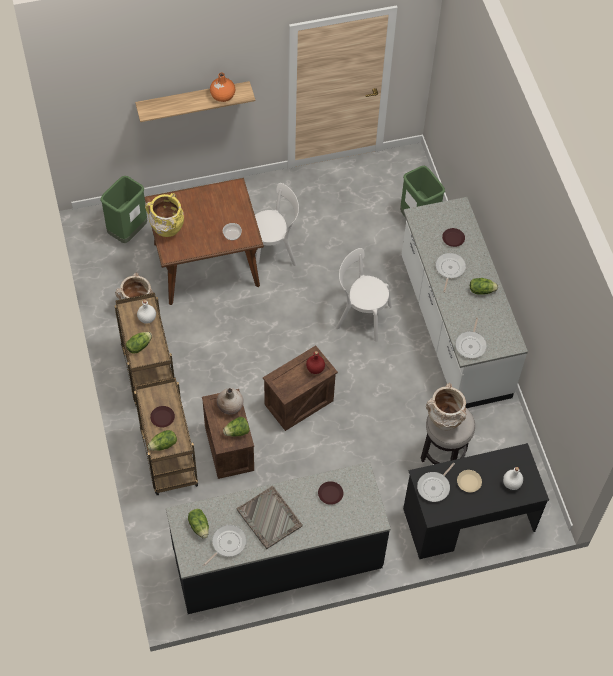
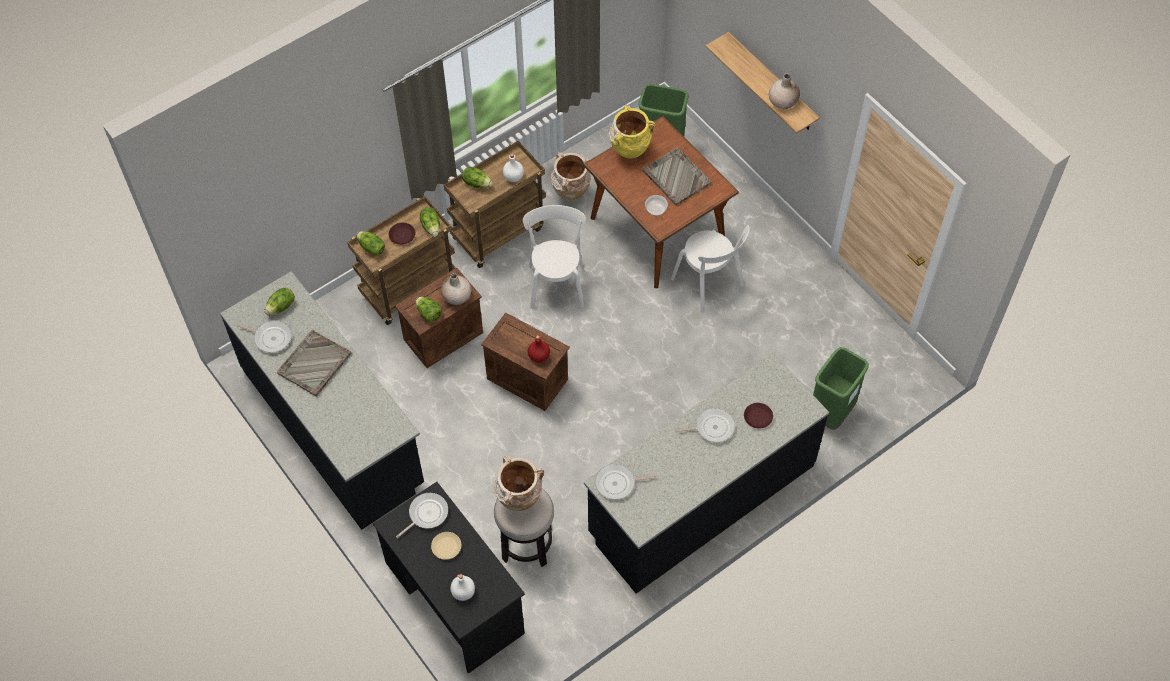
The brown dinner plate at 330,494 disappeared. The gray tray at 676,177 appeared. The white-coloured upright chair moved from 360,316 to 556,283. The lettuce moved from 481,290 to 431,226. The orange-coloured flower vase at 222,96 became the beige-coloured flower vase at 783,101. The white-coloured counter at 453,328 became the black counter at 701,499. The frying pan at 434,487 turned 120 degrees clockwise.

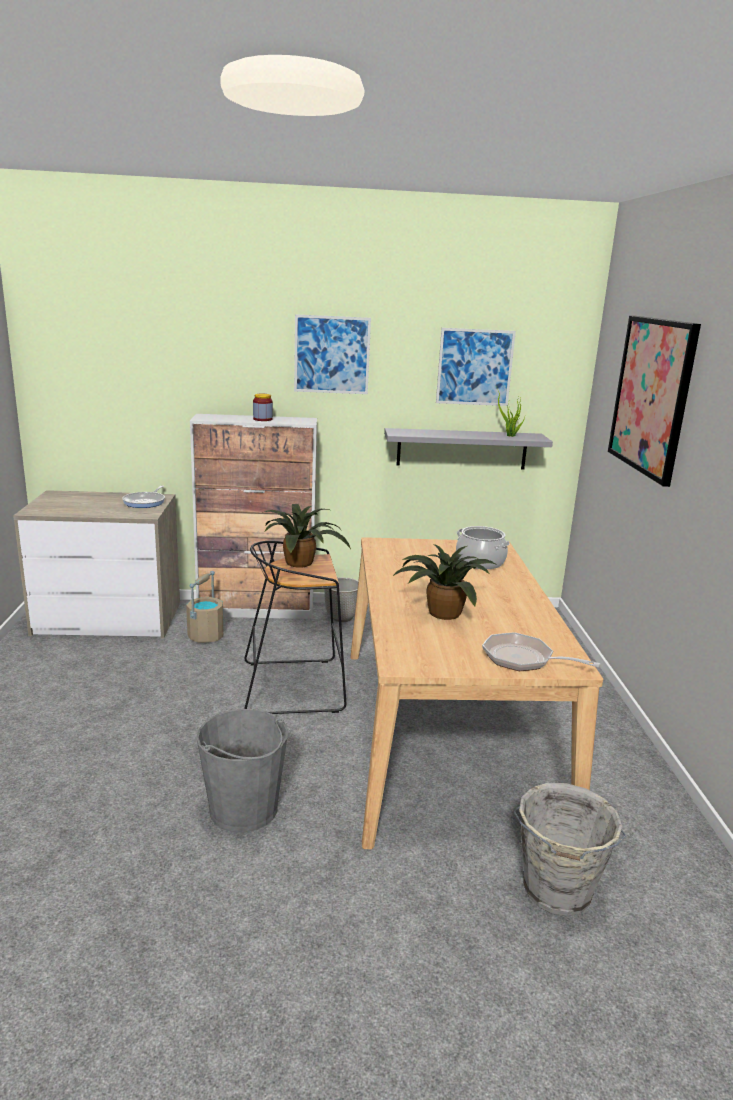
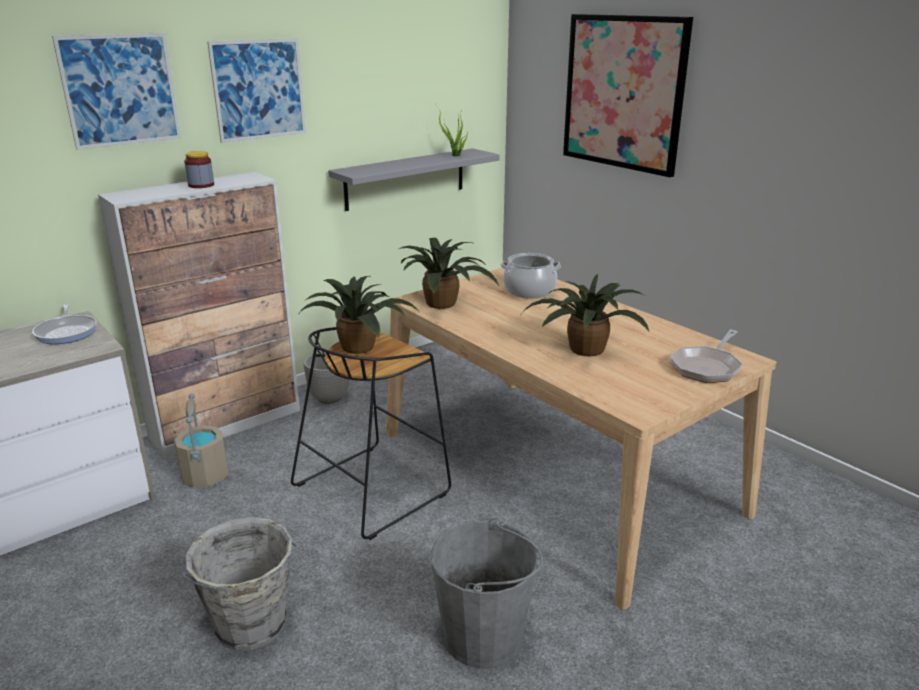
The potted plant at 444,303 appeared. The wall picture moved from 475,367 to 120,90. The gray water bucket moved from 556,892 to 251,626. The frying pan at 523,659 turned 45 degrees counterclockwise.

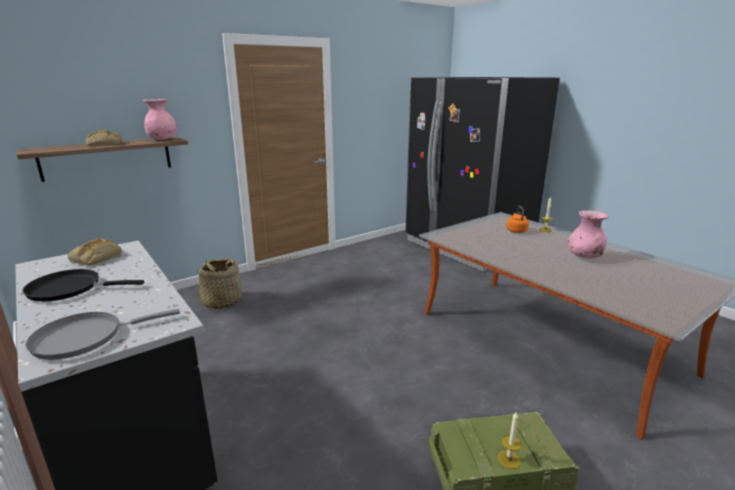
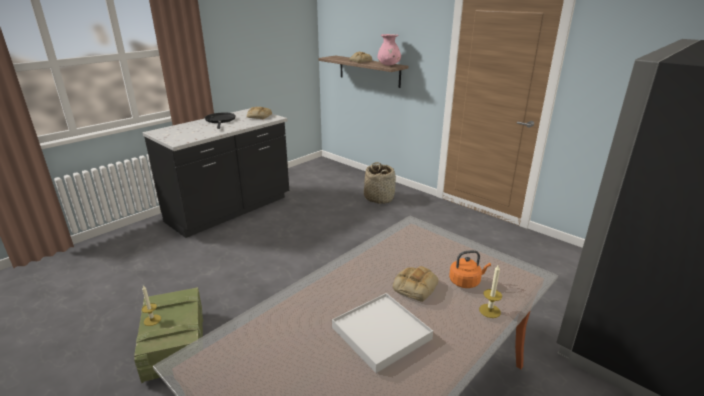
The gray frying pan at 84,338 disappeared. The baked bread at 414,286 appeared. The pinkish flower vase at 584,257 was replaced by the white-coloured tray at 381,333.

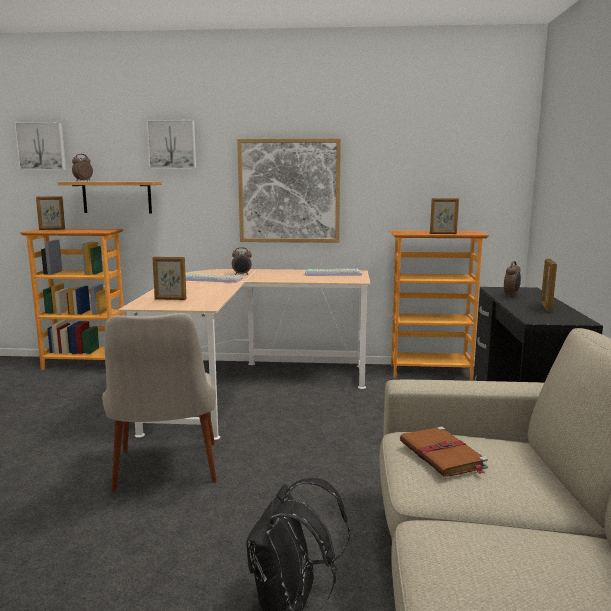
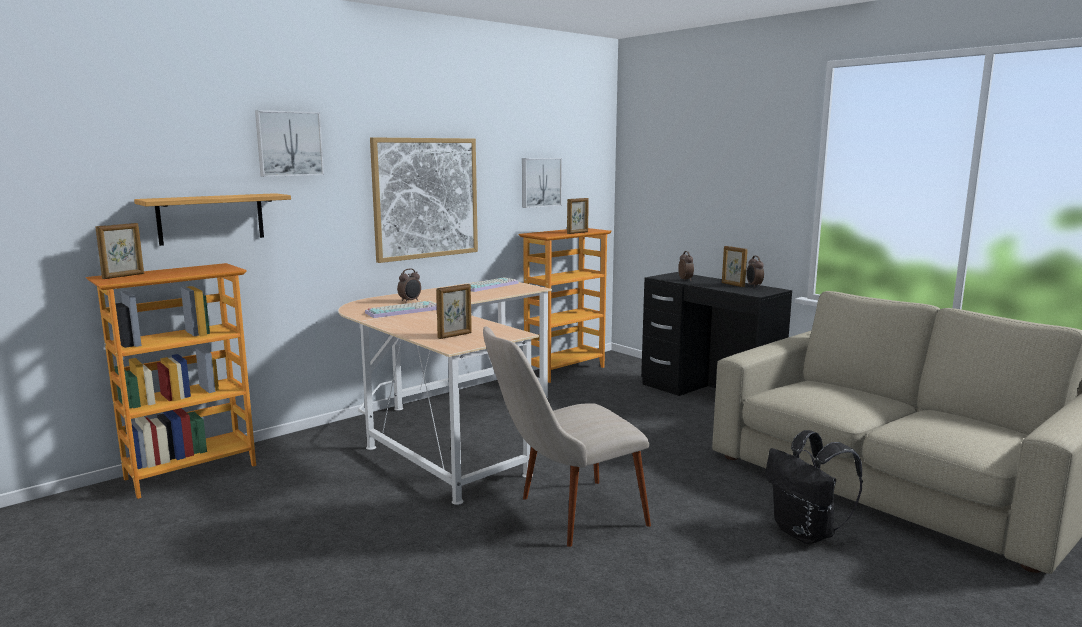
The brown bound book at 443,455 disappeared. The wall picture moved from 41,146 to 540,182. The table clock moved from 83,181 to 753,286. The beige-coloured upright chair at 166,476 turned 120 degrees clockwise.

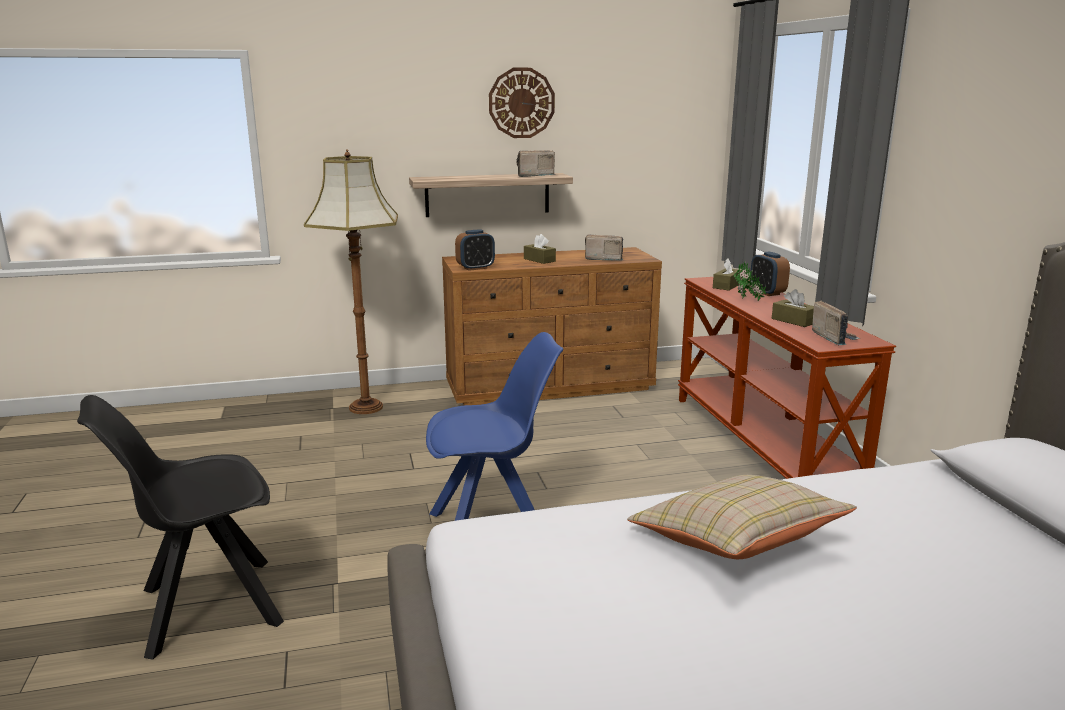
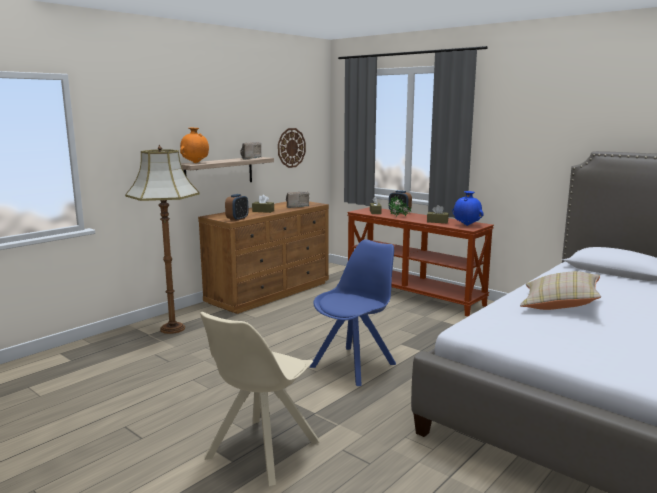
The orange-coloured flower vase at 195,163 appeared. The hanging clock moved from 521,103 to 291,147. The radio at 833,337 was replaced by the blue flower vase at 467,225. The black upright chair at 206,608 became the beige-coloured upright chair at 260,451.

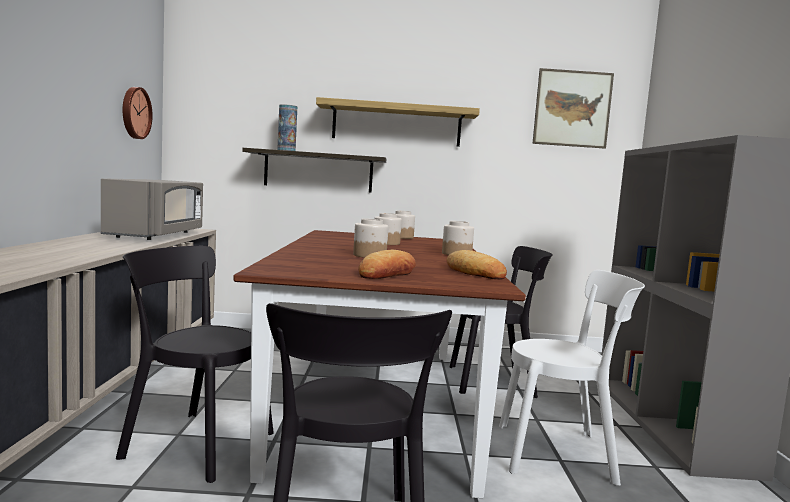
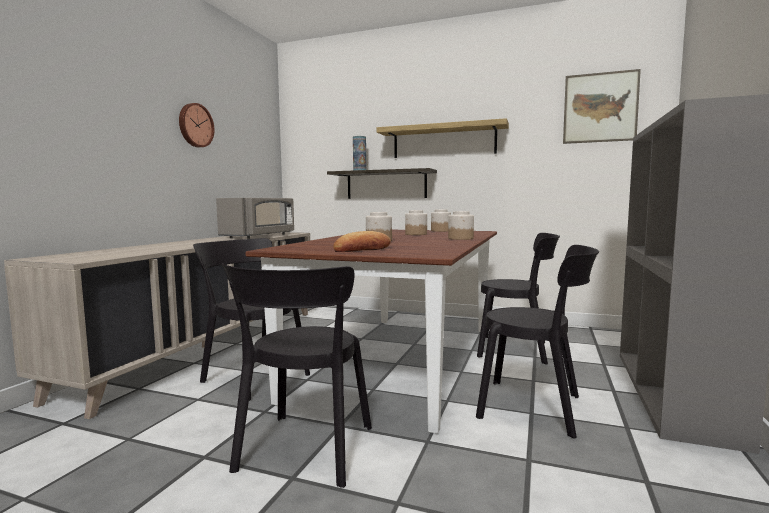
The baked bread at 474,272 disappeared. The hanging clock moved from 134,113 to 195,125. The white-coloured upright chair at 561,453 became the black upright chair at 536,408.

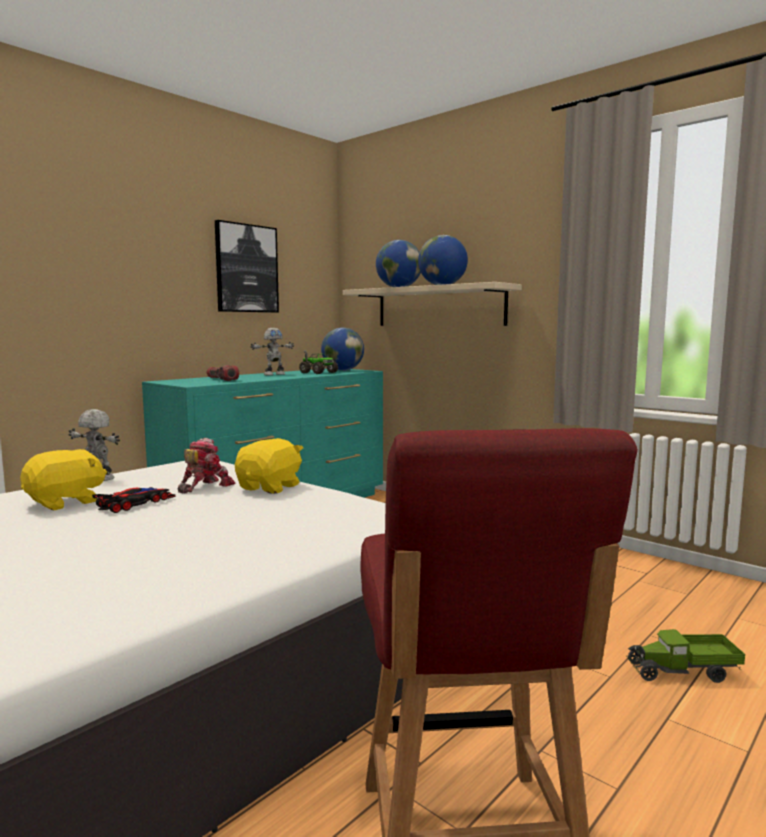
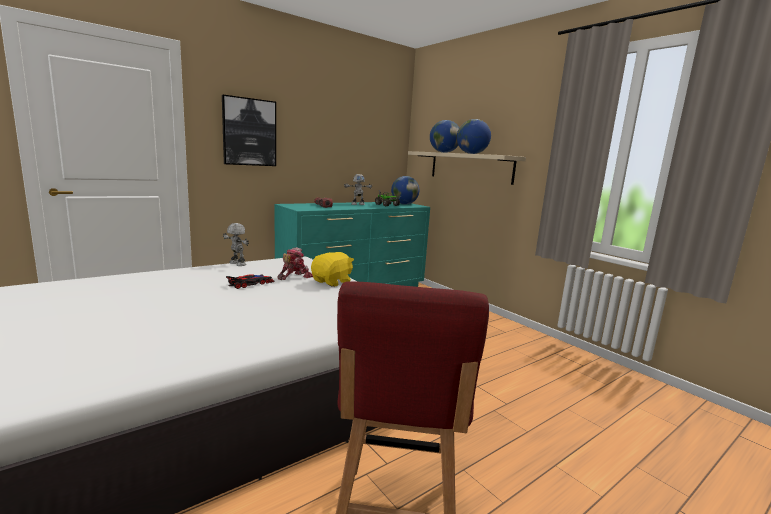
The yellow-coloured soft toy at 65,502 disappeared. The toy truck at 683,671 disappeared. The wall picture moved from 246,268 to 249,132.

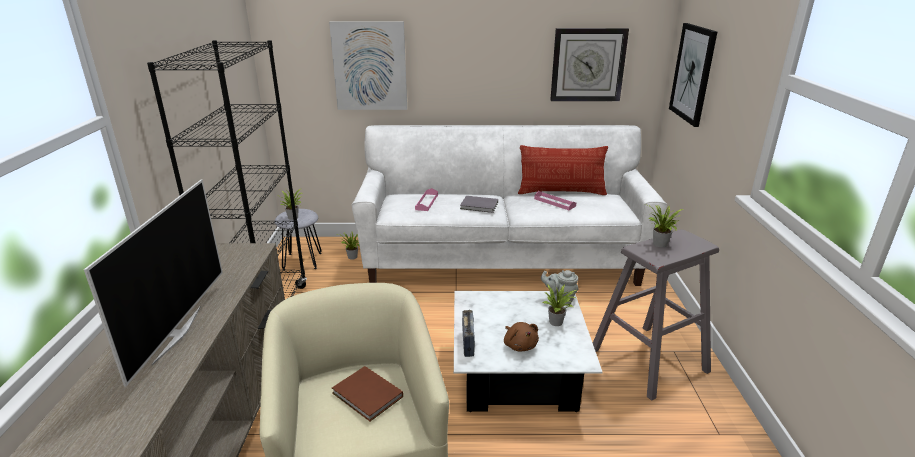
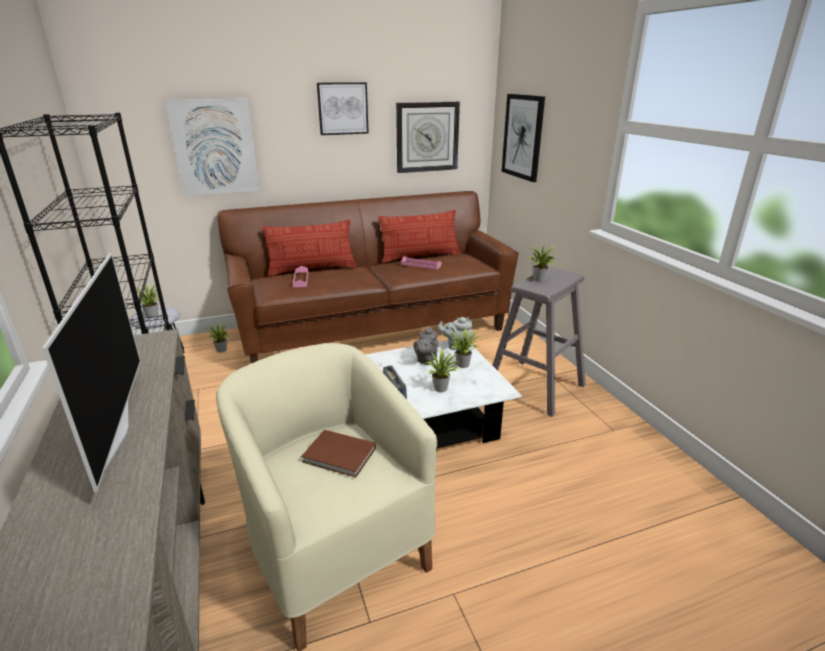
The gray bound book at 480,206 disappeared. The cushion at 312,269 appeared. The wall picture at 342,108 appeared. The gray pot for tea at 426,360 appeared. The brown soft toy at 519,345 was replaced by the potted plant at 442,389. The white-coloured couch at 501,261 became the brown couch at 373,330.

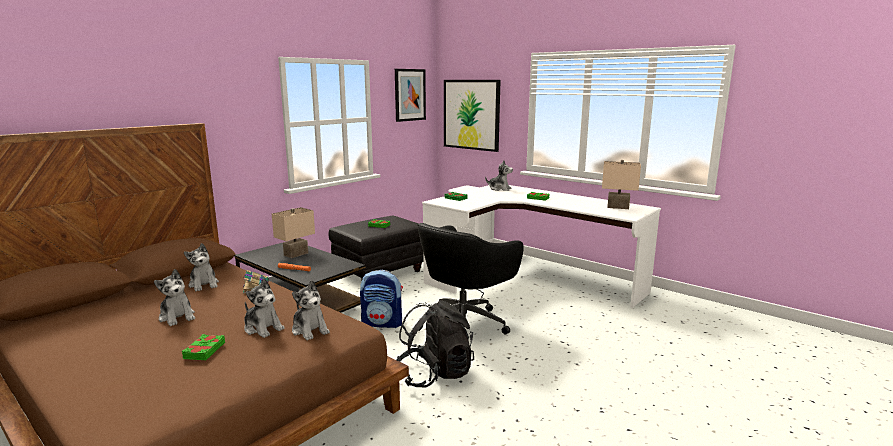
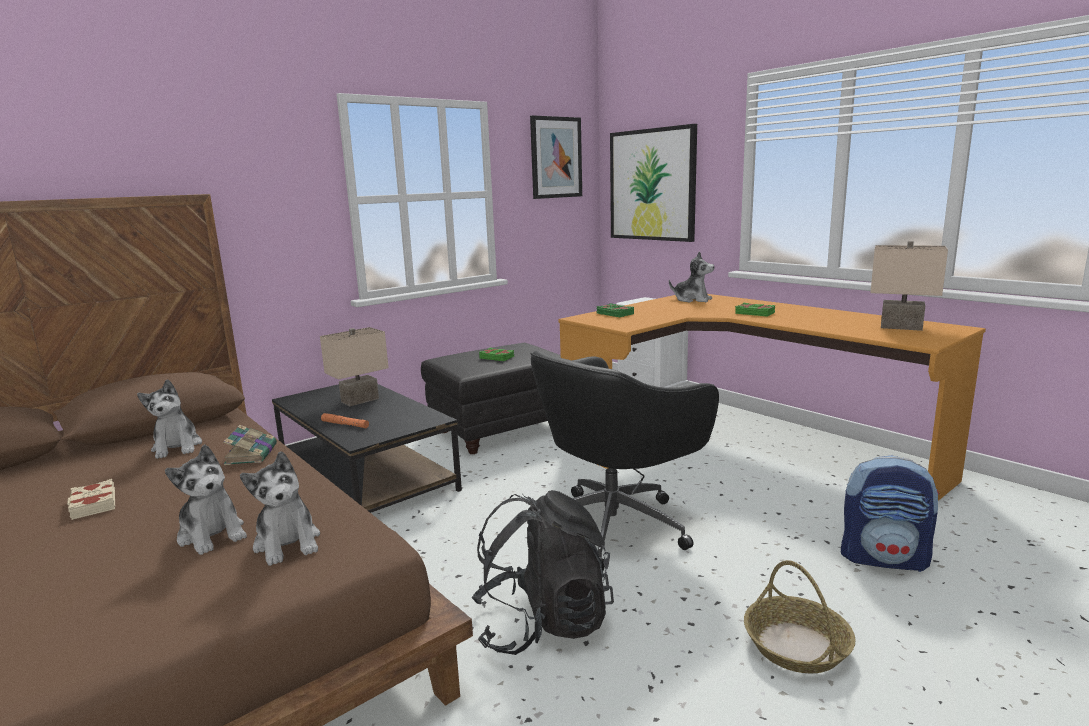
The green-coloured bound book at 204,350 disappeared. The household basket at 797,646 appeared. The rucksack moved from 383,323 to 884,558. The soft toy at 177,317 was replaced by the beige-coloured bound book at 93,504. The white-coloured desk table at 530,279 became the orange-coloured desk table at 741,450.

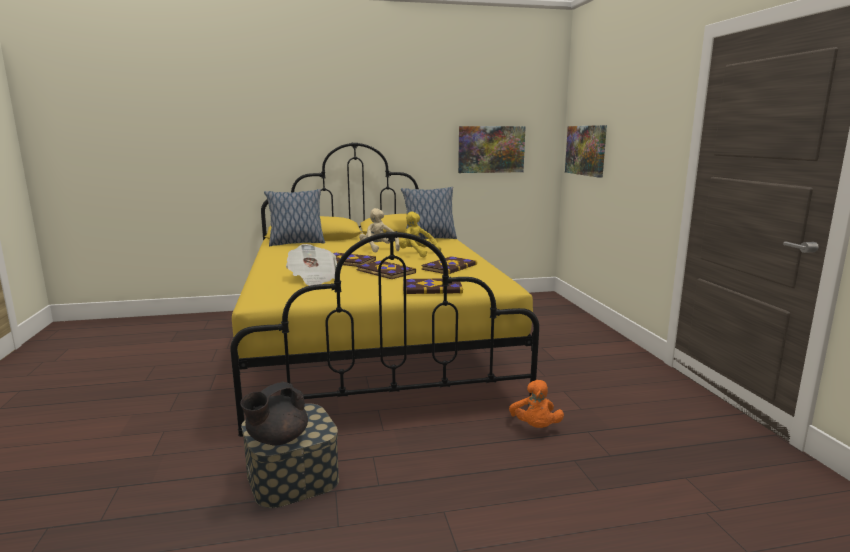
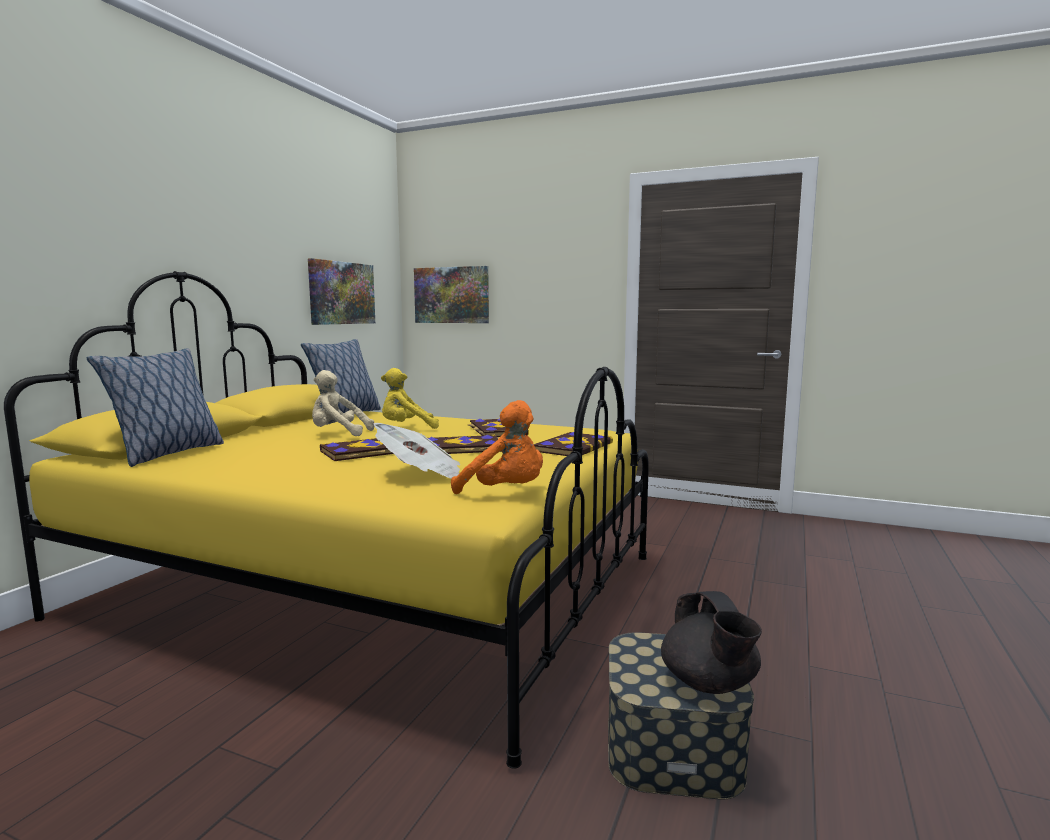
The orange-coloured soft toy moved from 535,427 to 506,493.

